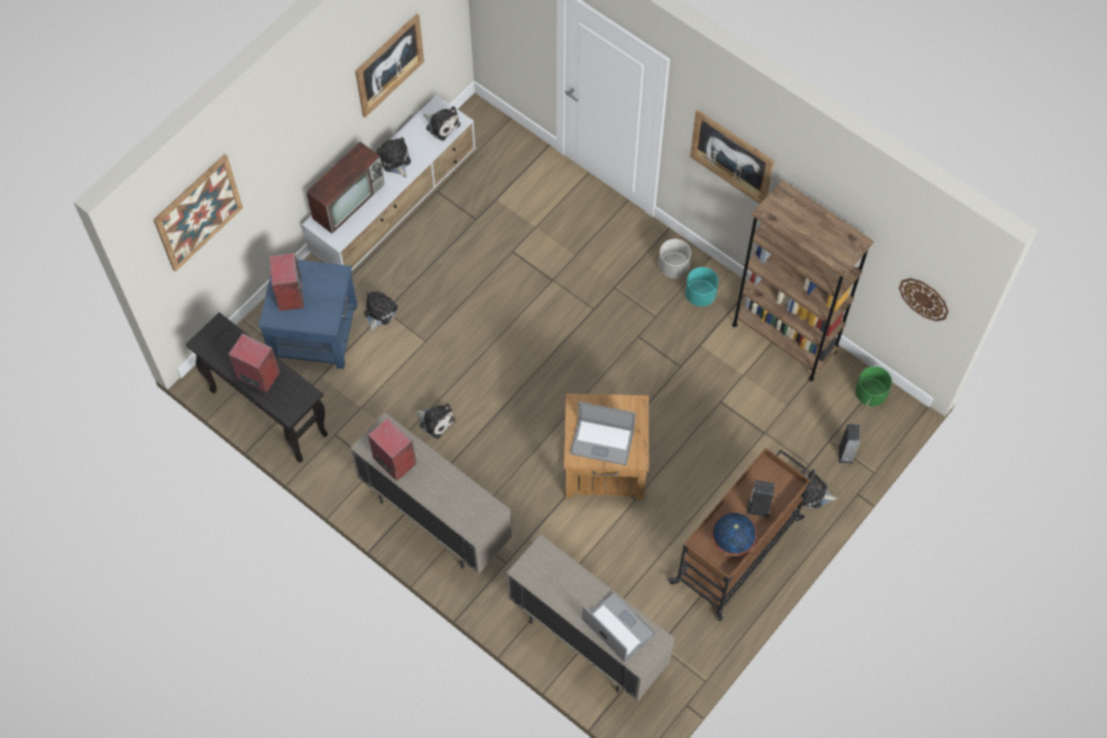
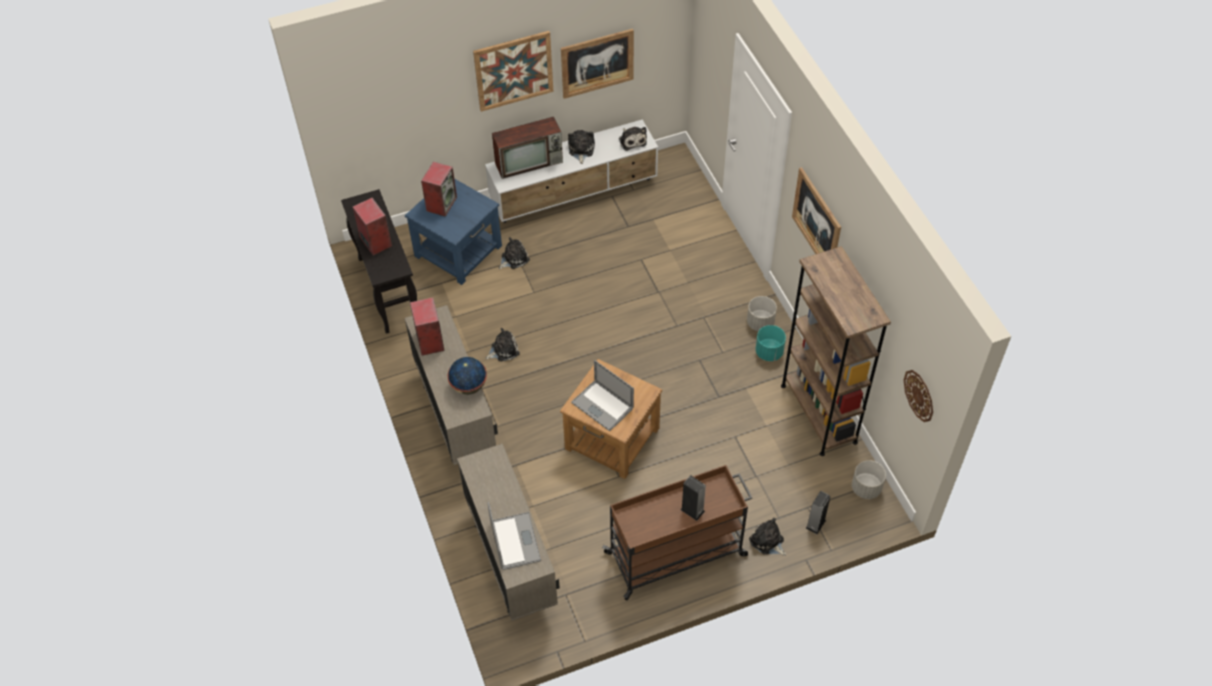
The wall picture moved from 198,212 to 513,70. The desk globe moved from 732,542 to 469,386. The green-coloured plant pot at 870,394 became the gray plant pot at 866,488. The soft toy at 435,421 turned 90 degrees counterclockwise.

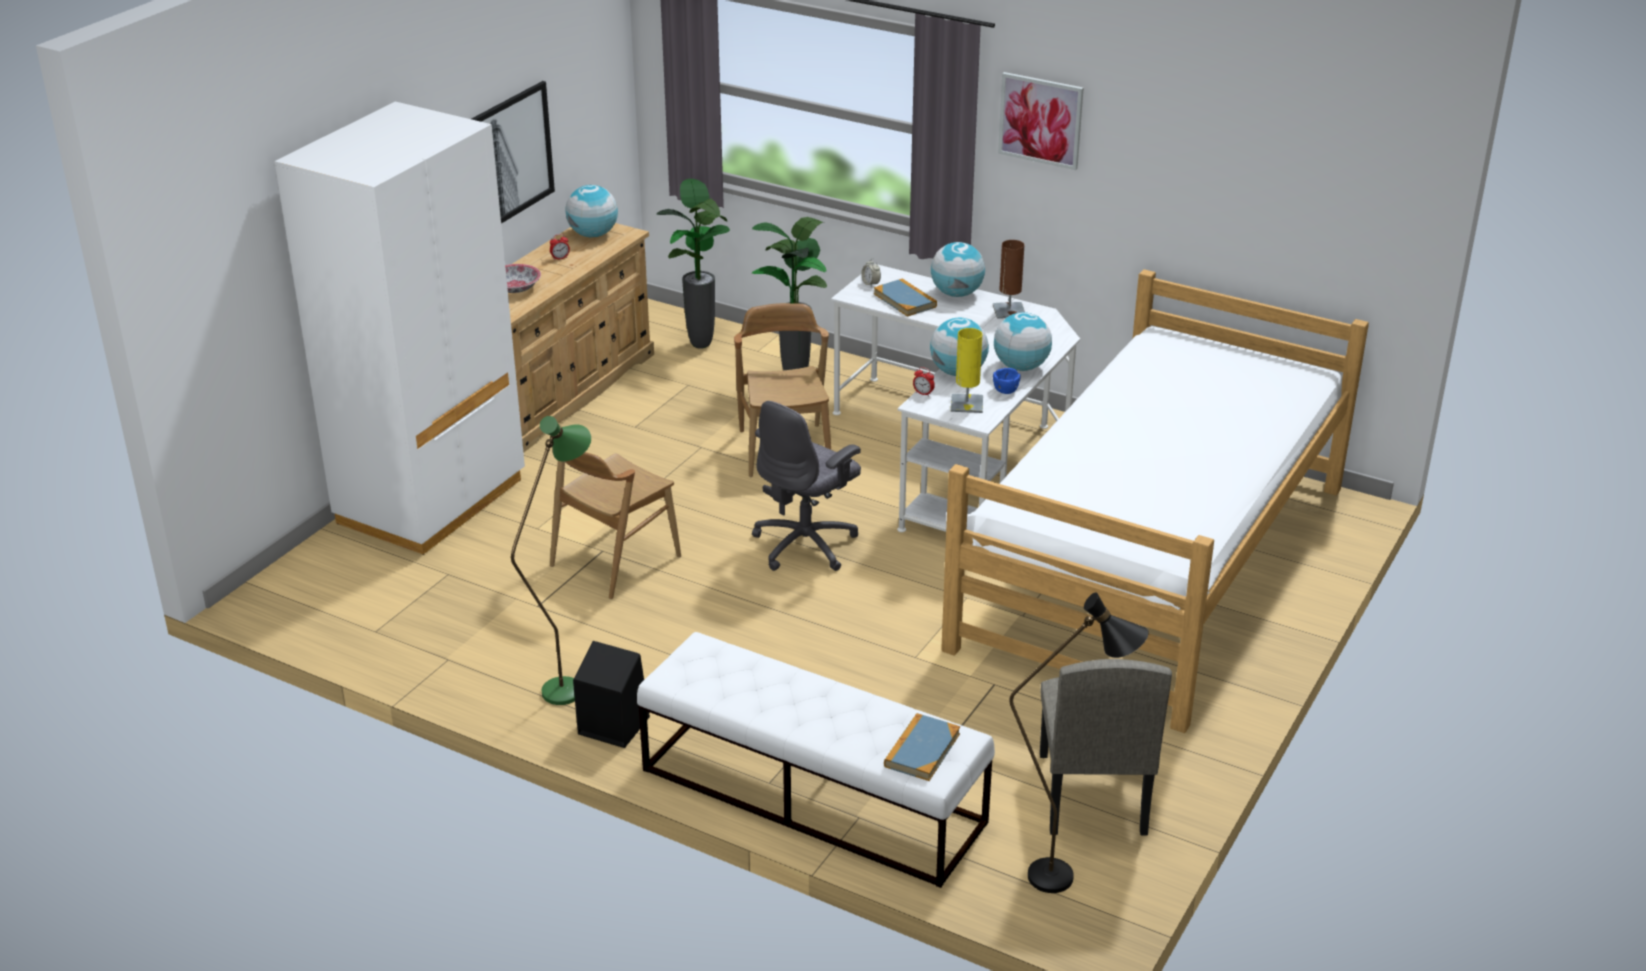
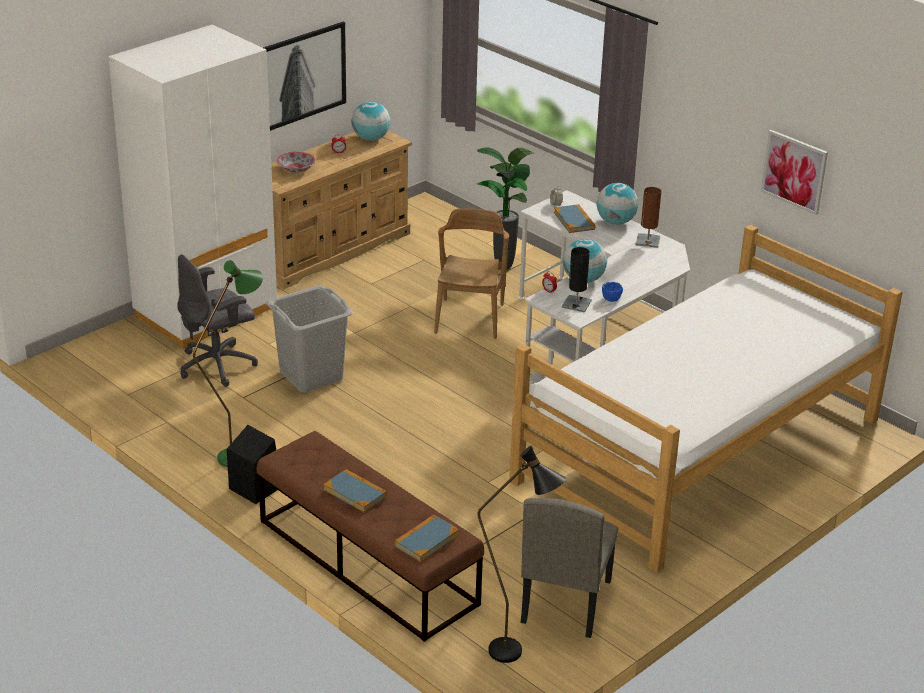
The potted plant at 701,345 disappeared. The desk globe at 1021,367 disappeared. The bound book at 355,493 appeared. The gray desk chair moved from 806,545 to 218,365. The wall picture moved from 1040,120 to 794,171. The brown upright chair at 614,561 was replaced by the gray washing basket at 310,376. The white-coloured indoor bench at 811,795 became the brown indoor bench at 366,561. The yellow-coloured table lamp at 966,404 became the black table lamp at 576,304.

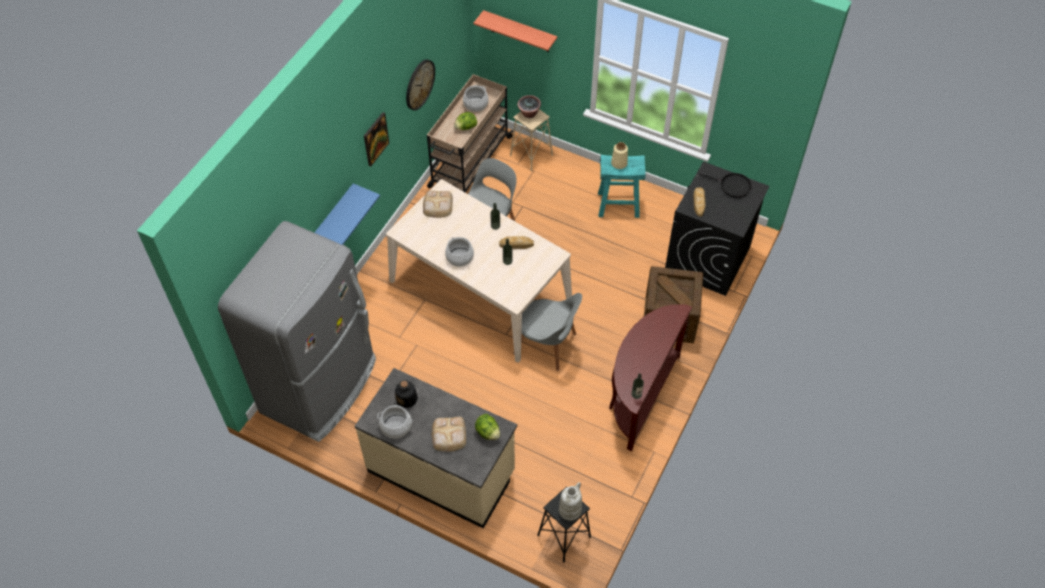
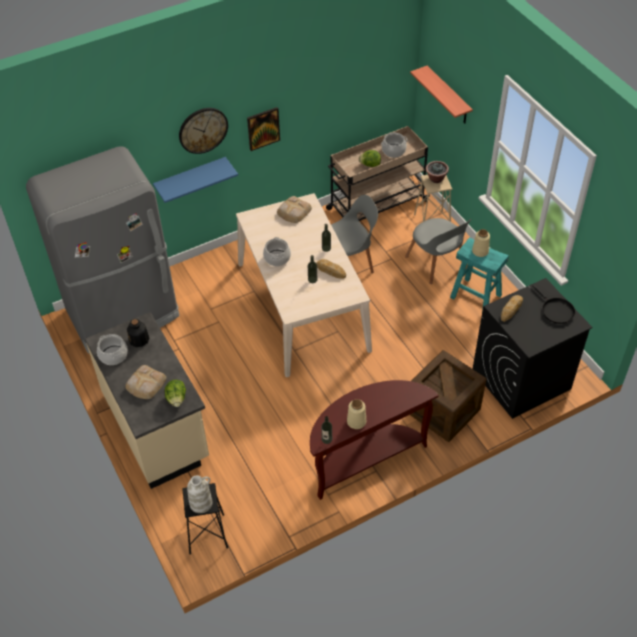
The beige-coloured flower vase at 356,422 appeared. The hanging clock moved from 419,84 to 203,130. The gray upright chair moved from 547,345 to 436,263.

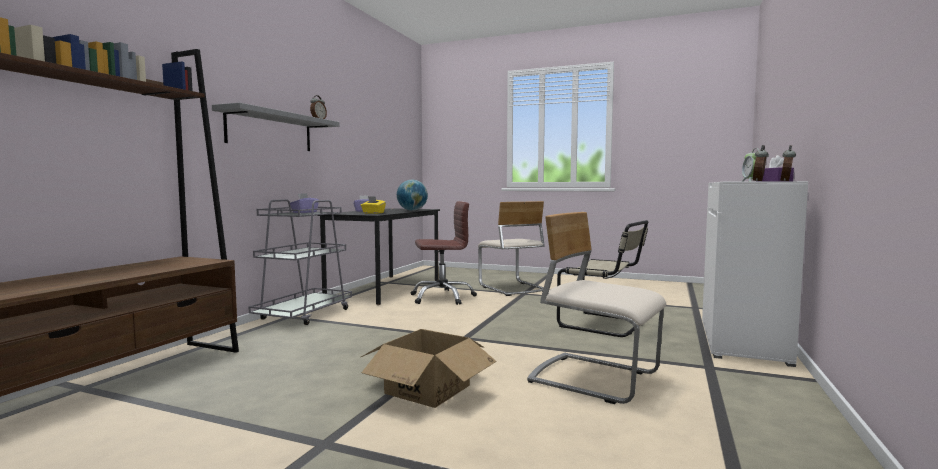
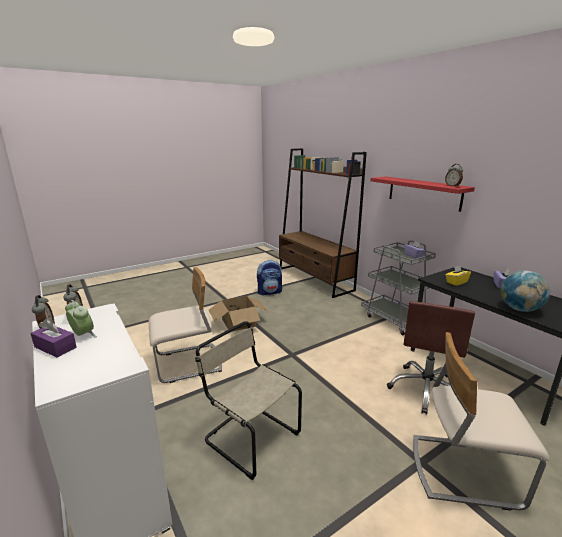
The rucksack at 269,292 appeared. The gray bracket shelf at 270,131 became the reddish bracket shelf at 423,193. The beige-coloured upright chair at 605,325 turned 60 degrees clockwise.

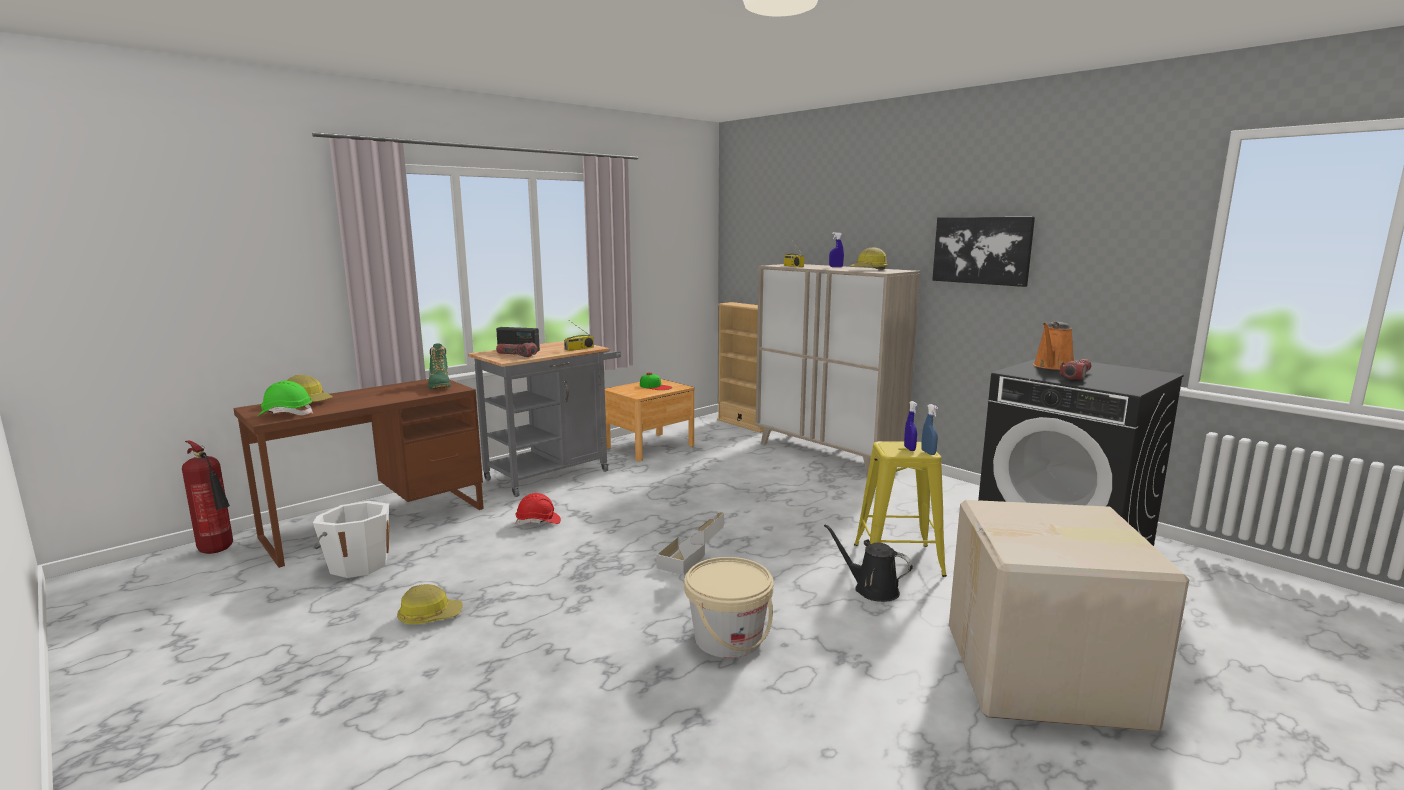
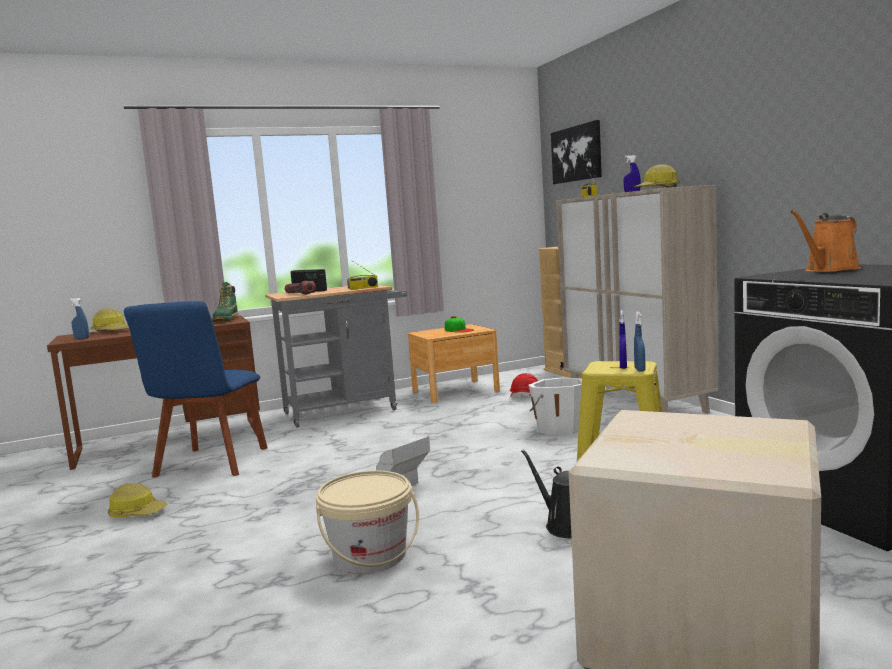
The fire-fighting cylinder at 219,551 disappeared. The torch at 1076,376 disappeared. The blue upright chair at 210,464 appeared. The white-coloured water bucket moved from 358,564 to 559,428. The reddish work helmet moved from 538,522 to 527,397. The wall picture moved from 982,250 to 577,153. The green-coloured work helmet at 285,414 was replaced by the blue sprayer at 81,338.

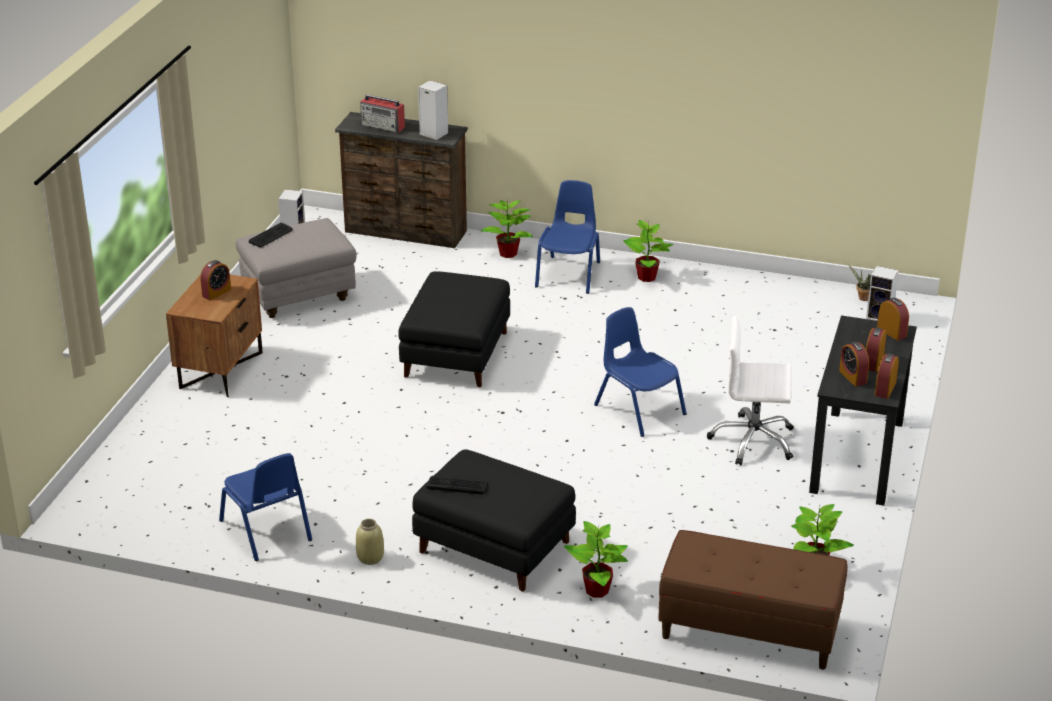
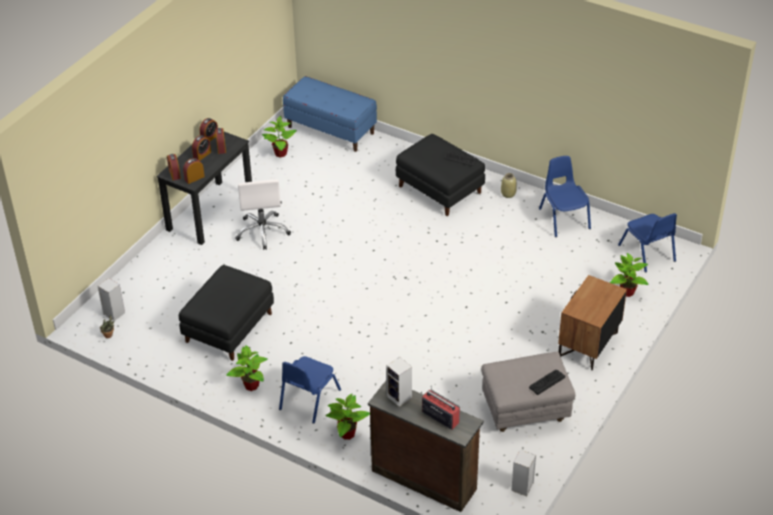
The table clock moved from 216,293 to 194,178. The black footrest moved from 456,355 to 229,327. The potted plant moved from 597,590 to 627,292. The blue upright chair moved from 639,410 to 647,253. The brown indoor bench at 749,631 became the blue indoor bench at 331,130. The white-coloured desk chair at 753,441 turned 60 degrees clockwise.

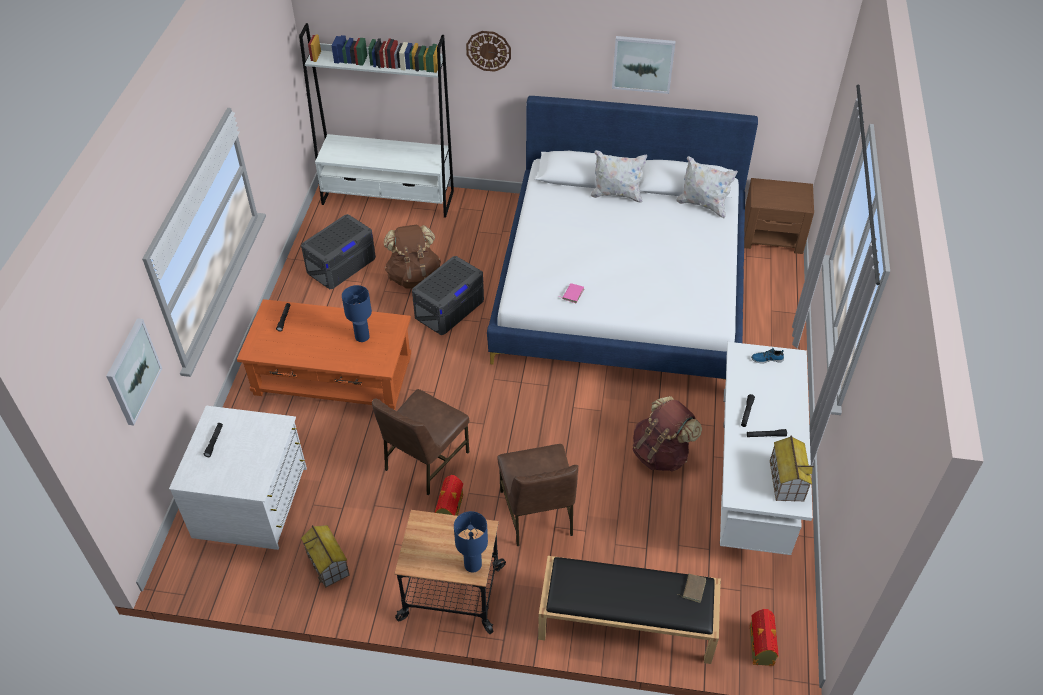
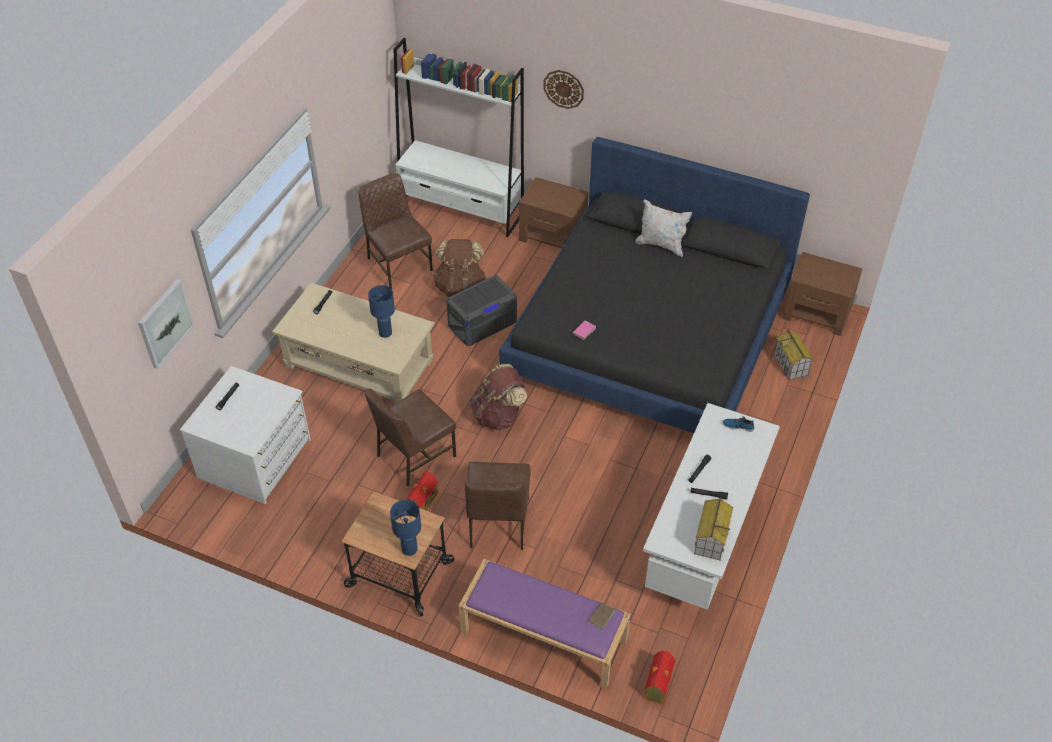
The wall picture at 643,64 disappeared. The white-coloured cushion at 703,205 disappeared. The brown nightstand at 553,235 appeared. The toy house moved from 328,564 to 791,365. The brown rucksack moved from 661,453 to 498,415. The gray storage bin at 341,265 was replaced by the brown upright chair at 398,264. The orange-coloured low table at 333,376 became the beige-coloured low table at 359,364. The white-coloured sleeping bed at 621,287 became the black sleeping bed at 650,334. The black indoor bench at 625,622 became the purple-coloured indoor bench at 542,635.

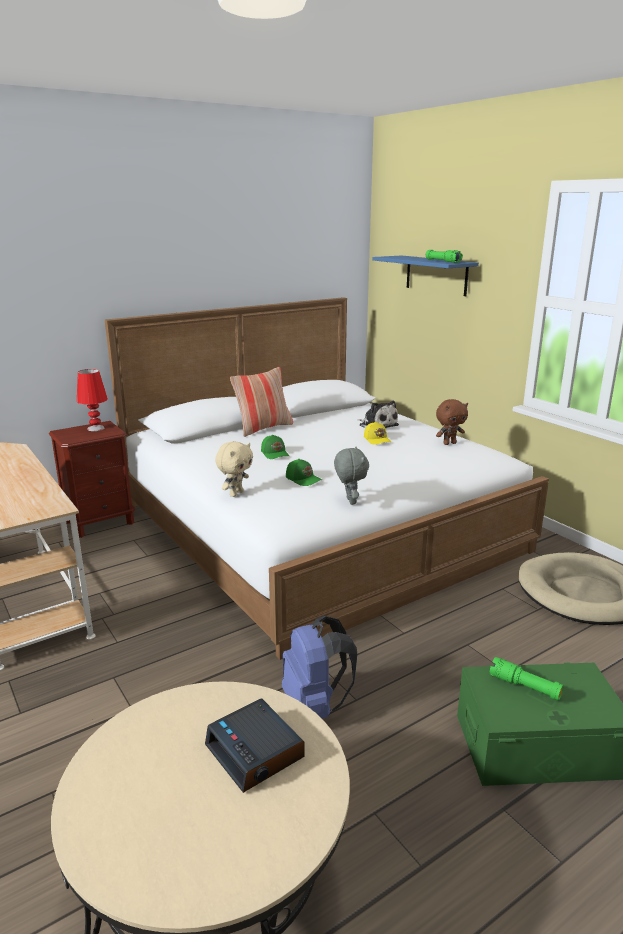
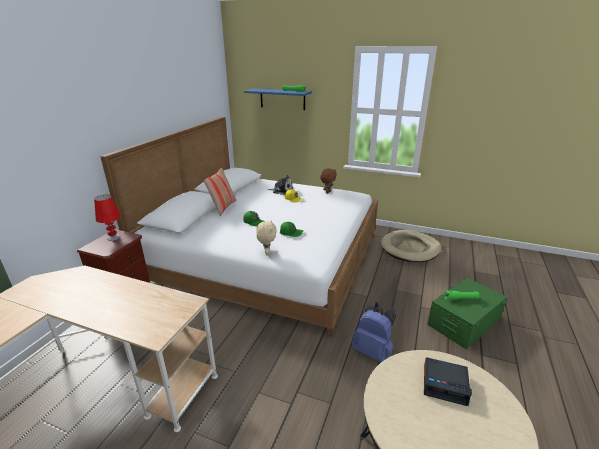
The gray soft toy at 350,501 disappeared.

